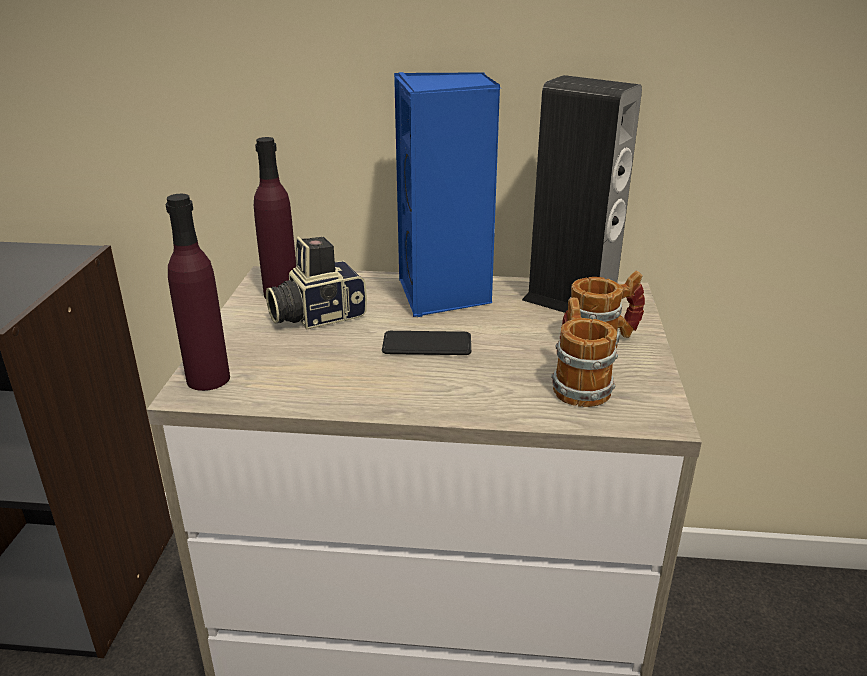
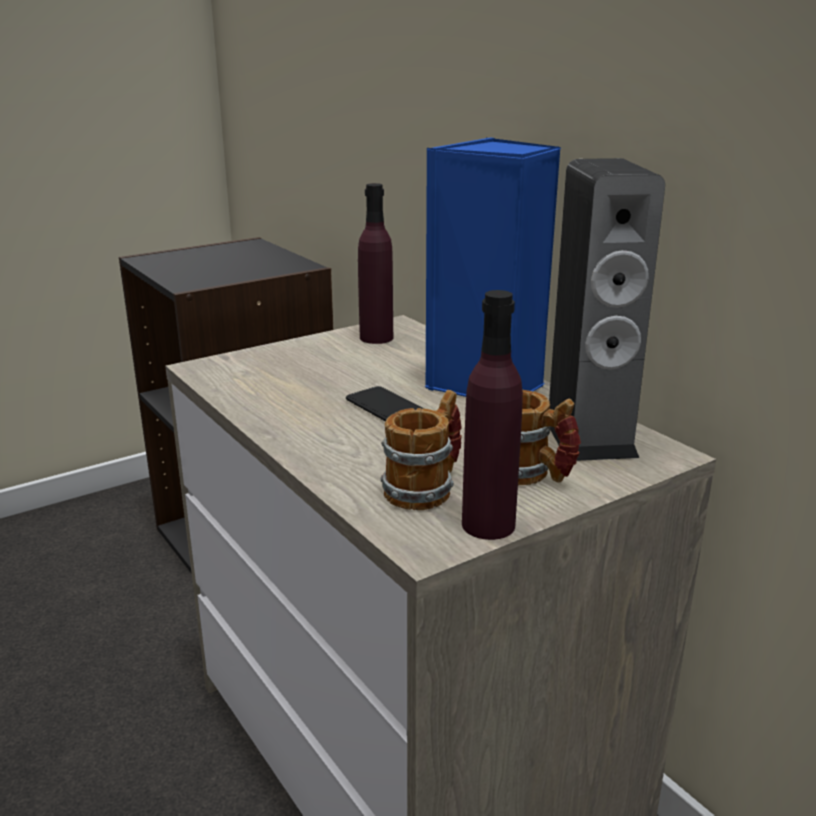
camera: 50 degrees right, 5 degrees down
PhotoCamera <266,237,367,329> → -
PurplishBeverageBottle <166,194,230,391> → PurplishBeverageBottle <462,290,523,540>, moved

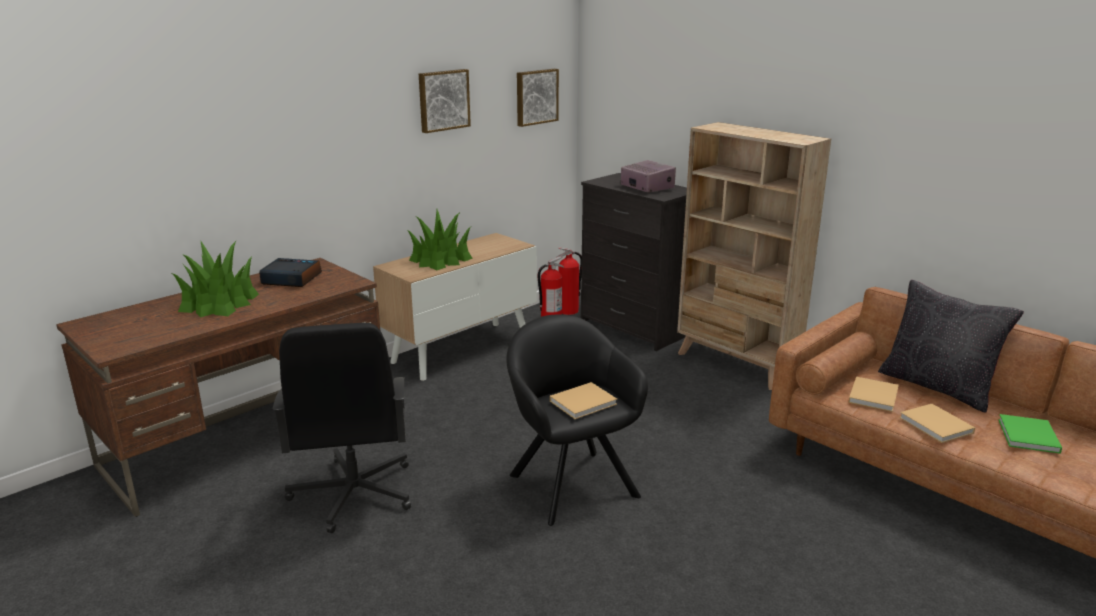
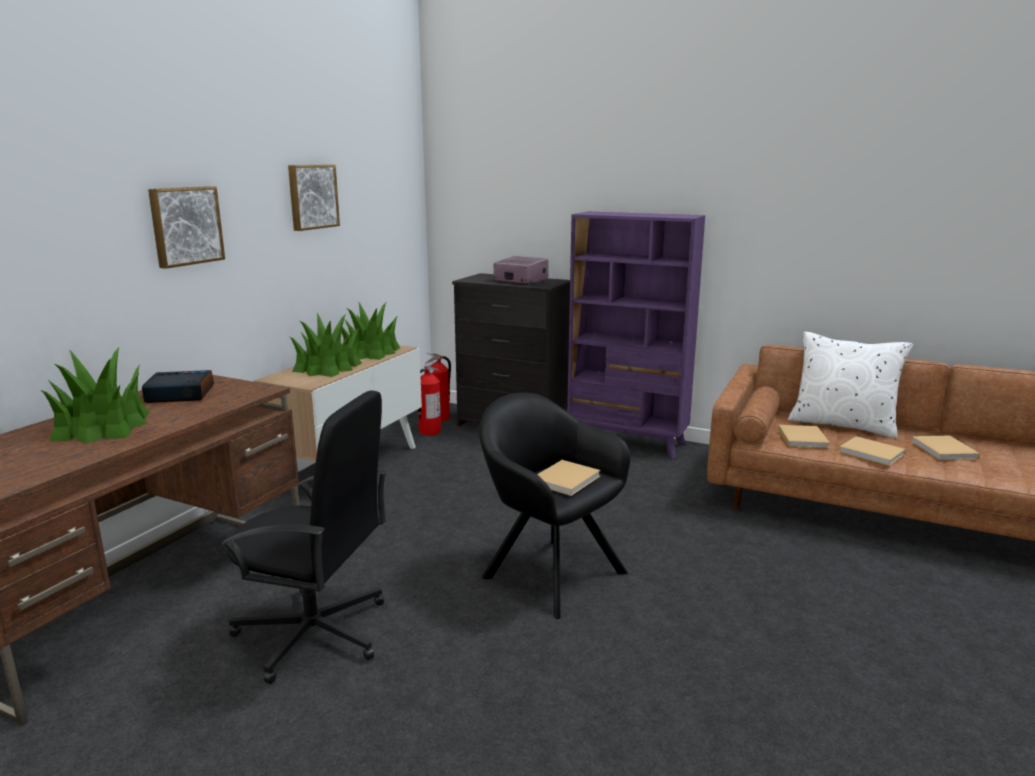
camera: 20 degrees left, 5 degrees down
- → Houseplant <342,302,400,360>
Picture <517,69,559,127> → Picture <148,186,225,269>, moved
BeigeColouredBookcase <677,122,831,390> → PurplishBookcase <567,212,705,459>
BlackColouredThrowPillow <878,280,1024,413> → WhiteThrowPillow <788,332,913,438>
GreenBoundBook <998,414,1062,454> → BeigeColouredBoundBook <911,435,980,460>
BlackColouredDeskChair <273,323,411,533> → BlackColouredDeskChair <221,391,387,684>, 45 degrees counterclockwise

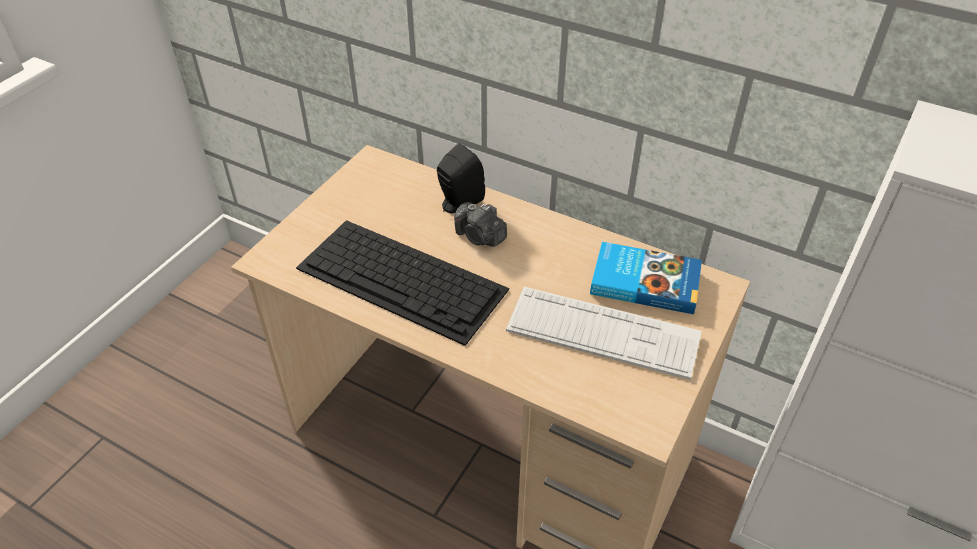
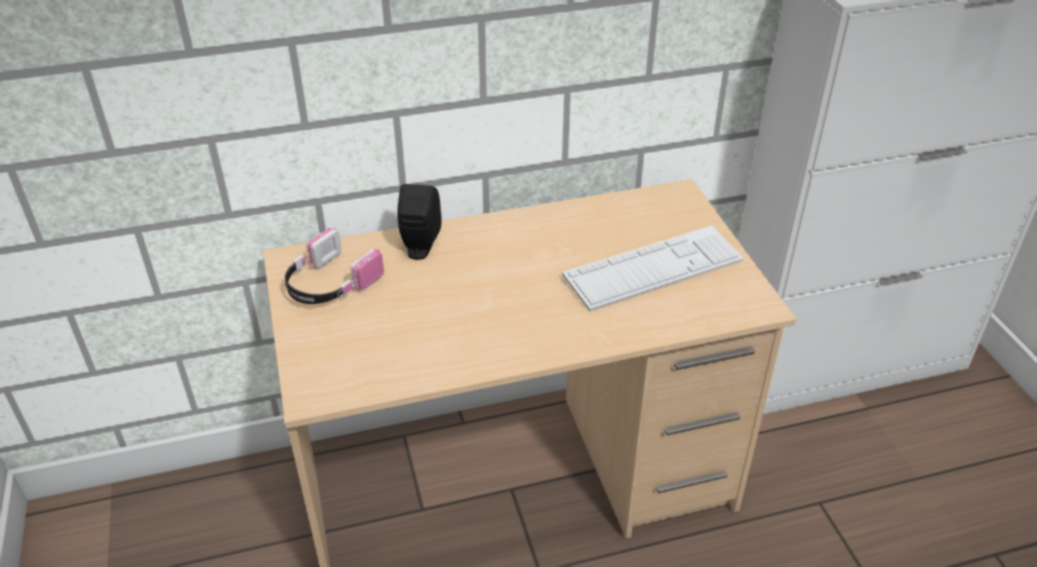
camera: 45 degrees left, 5 degrees down
ComputerKeyboard <296,220,509,346> → -
PhotoCamera <454,202,507,247> → -
BoundBook <590,242,702,314> → -
- → PairOfHeadphones <285,228,384,304>

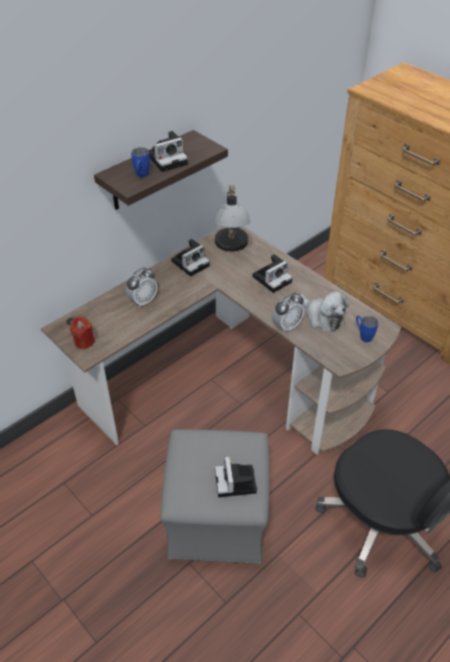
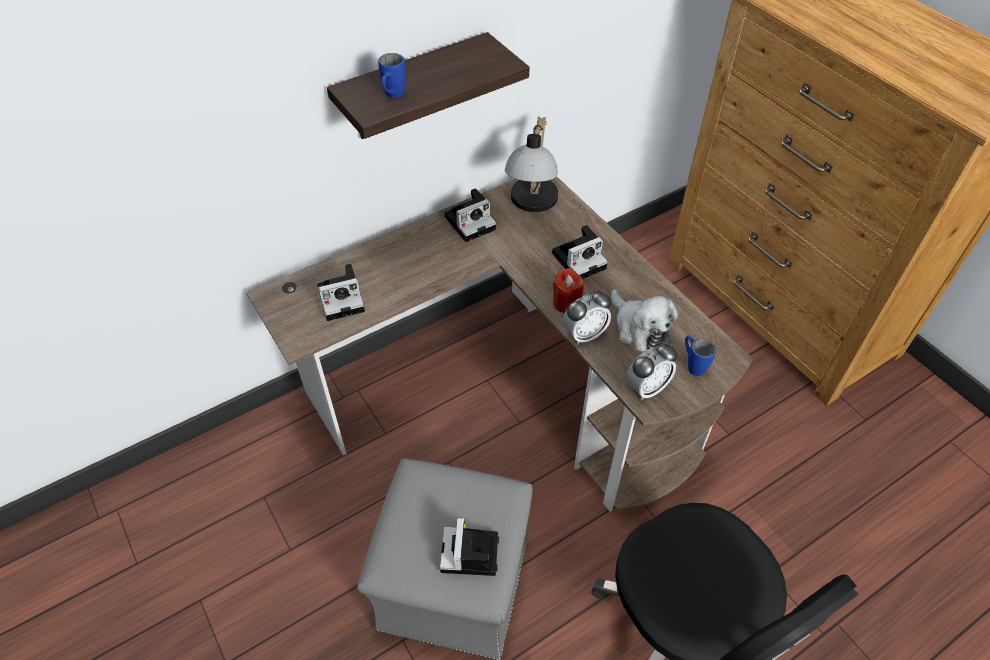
camera: 10 degrees right, 5 degrees up
RedColouredCandle <70,316,95,349> → RedColouredCandle <553,268,584,313>, moved
TableClock <126,267,157,308> → TableClock <626,344,677,400>, moved
PhotoCamera <149,131,188,172> → PhotoCamera <317,263,365,321>, moved

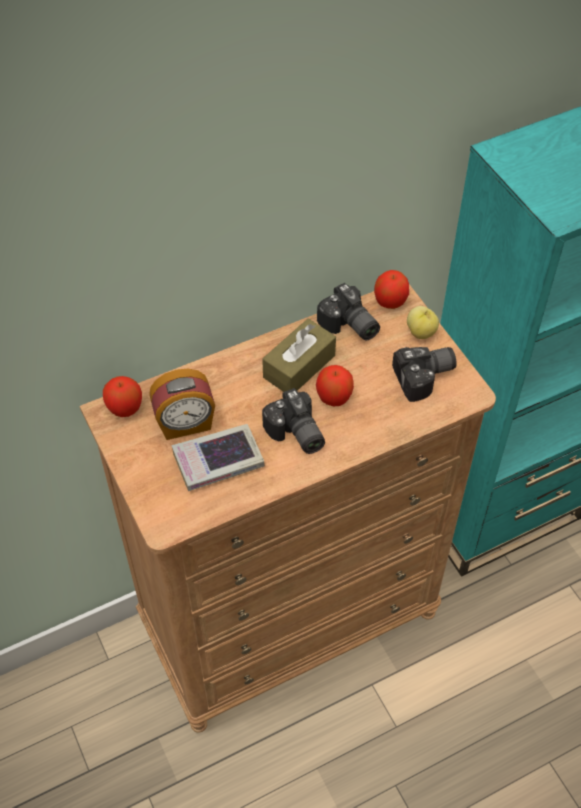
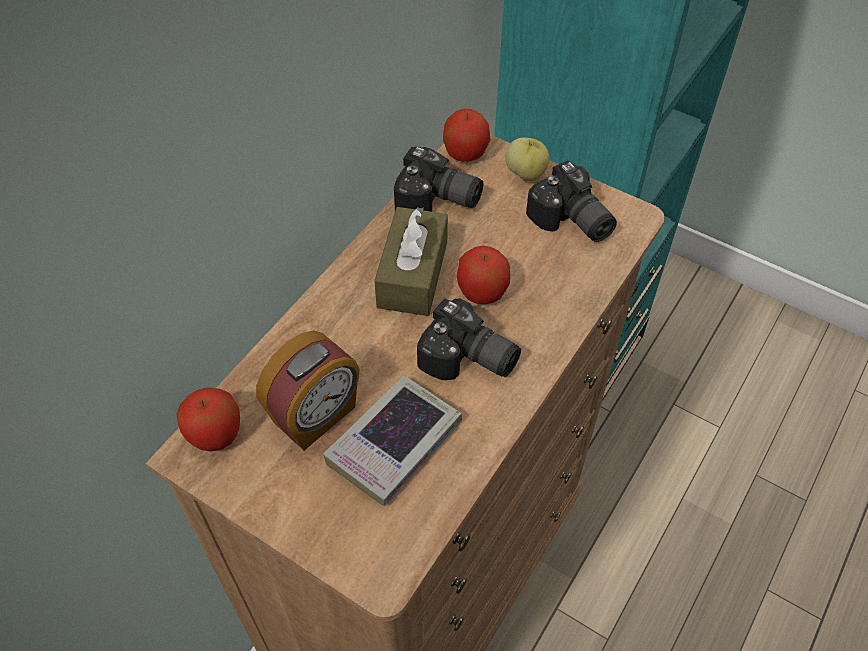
camera: 30 degrees left, 0 degrees up
PhotoCamera <392,347,457,402> → PhotoCamera <526,161,617,242>, 105 degrees clockwise

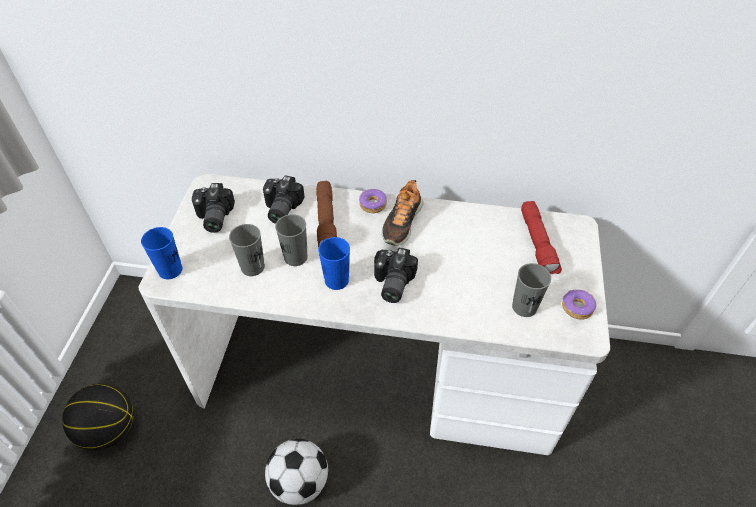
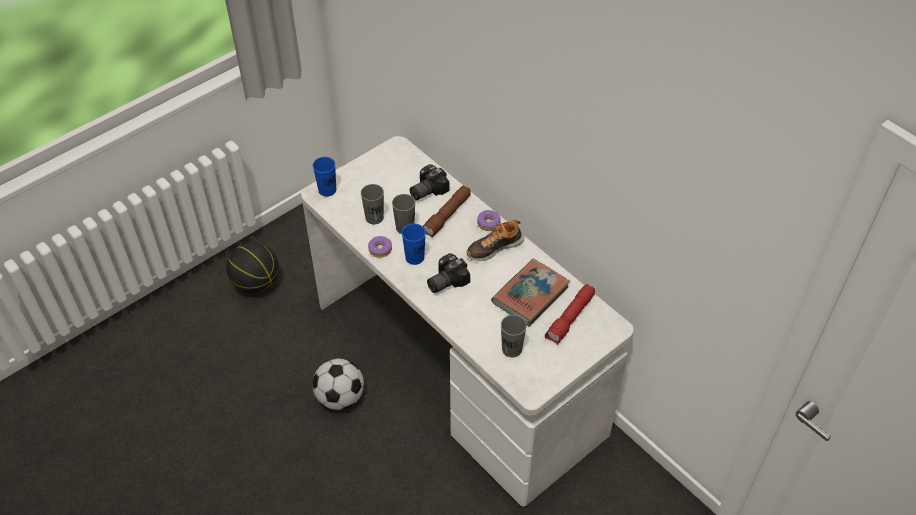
camera: 40 degrees right, 0 degrees up
PhotoCamera <192,183,235,233> → -
- → BoundBook <491,259,570,327>
Doughnut <562,289,596,320> → Doughnut <368,236,392,258>, moved

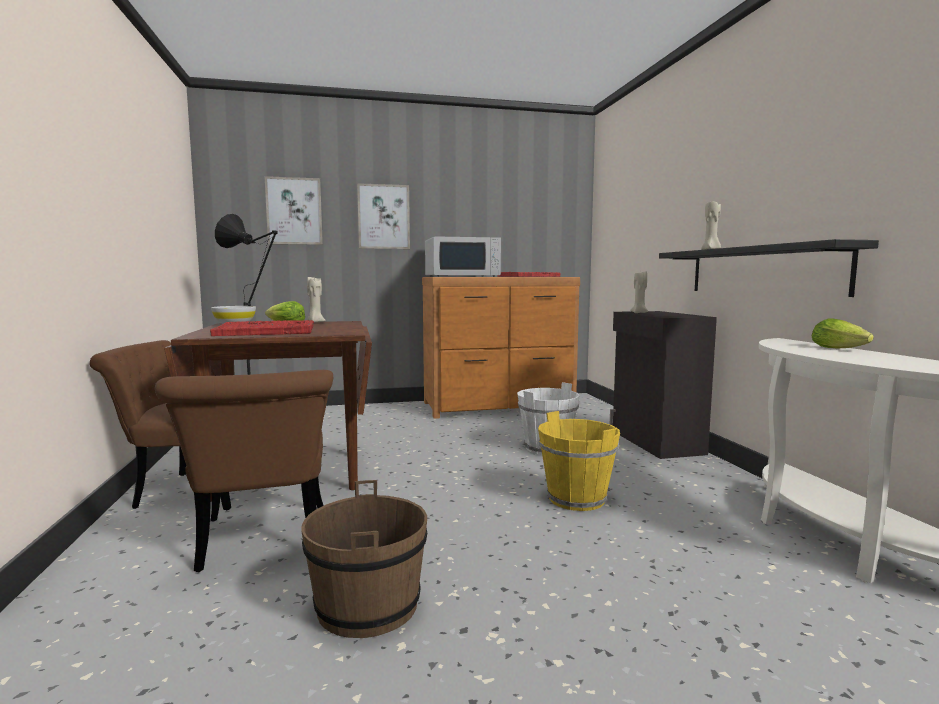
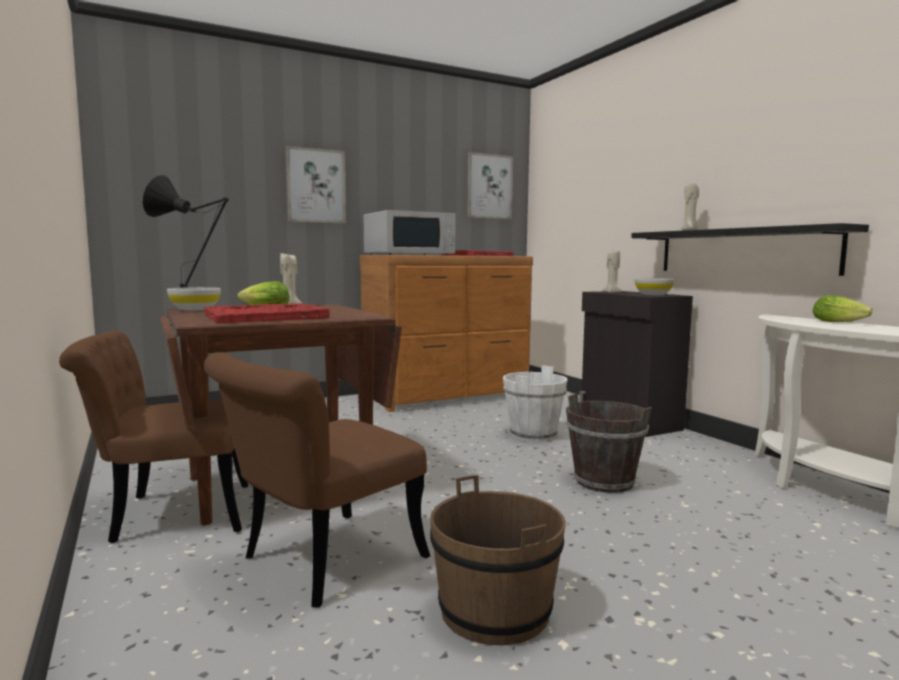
camera: 15 degrees left, 0 degrees up
- → WhiteServingBowl <635,278,675,295>
Picture <265,176,323,245> → Picture <467,152,513,219>, moved
YellowishPail <538,411,620,511> → BrownishPail <566,394,652,493>
BrownishPlainChair <155,370,333,572> → BrownishPlainChair <204,352,430,608>, 75 degrees clockwise

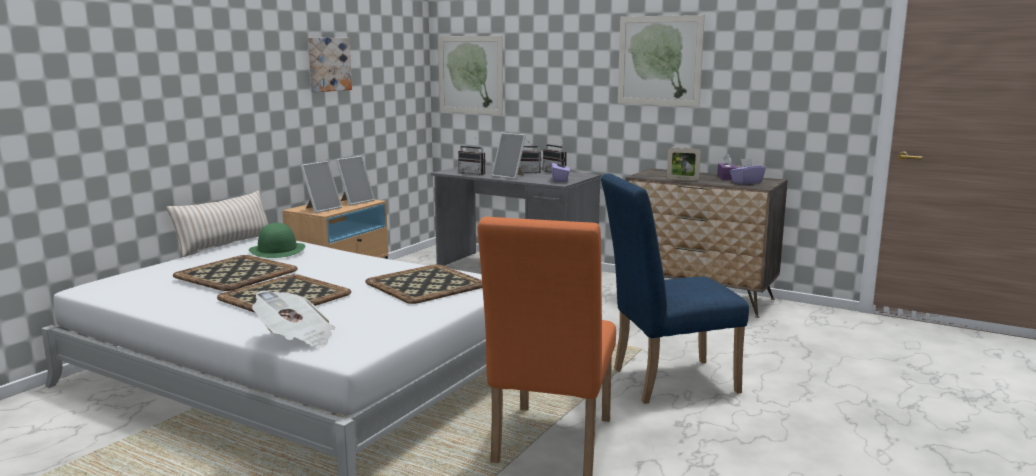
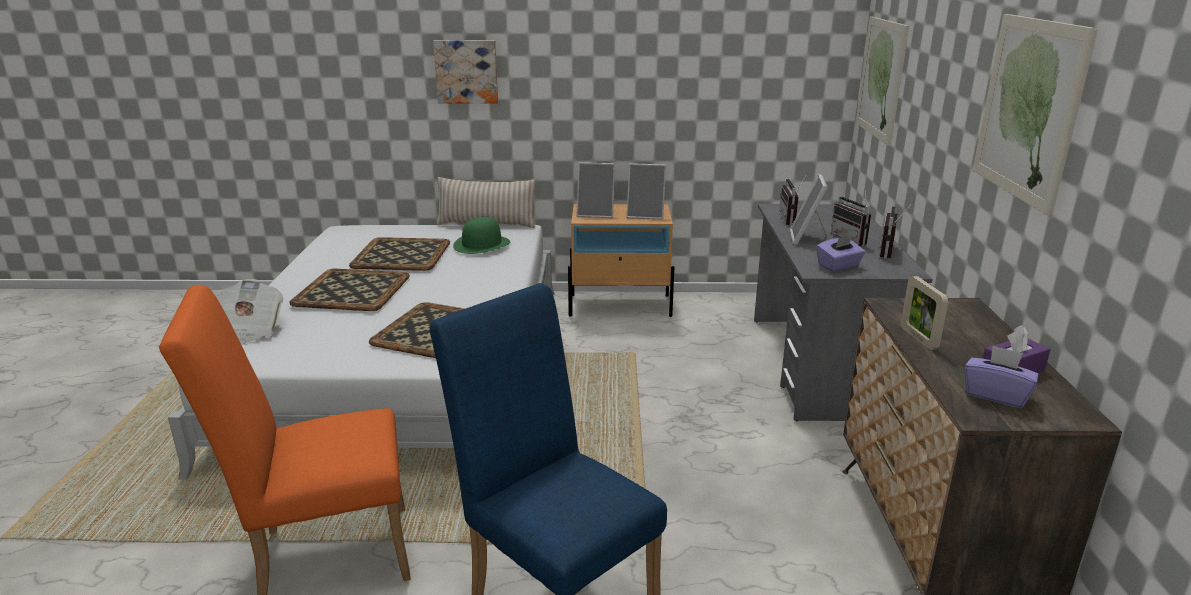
camera: 60 degrees right, 10 degrees up
Picture <308,38,352,92> → Picture <433,40,498,104>, moved

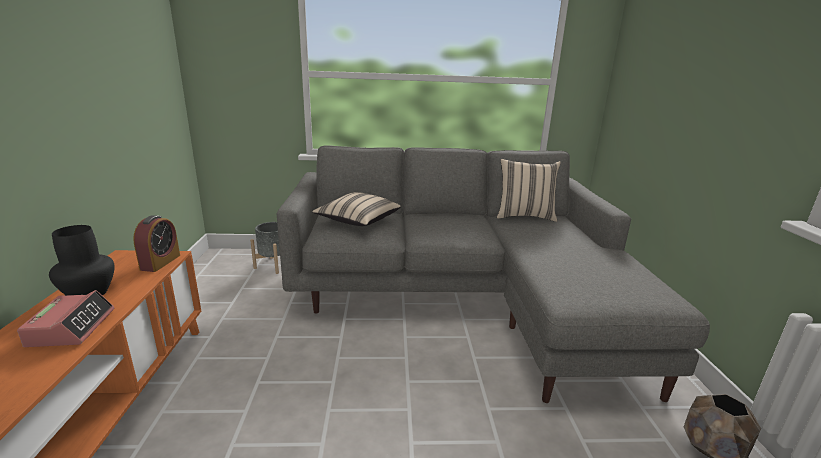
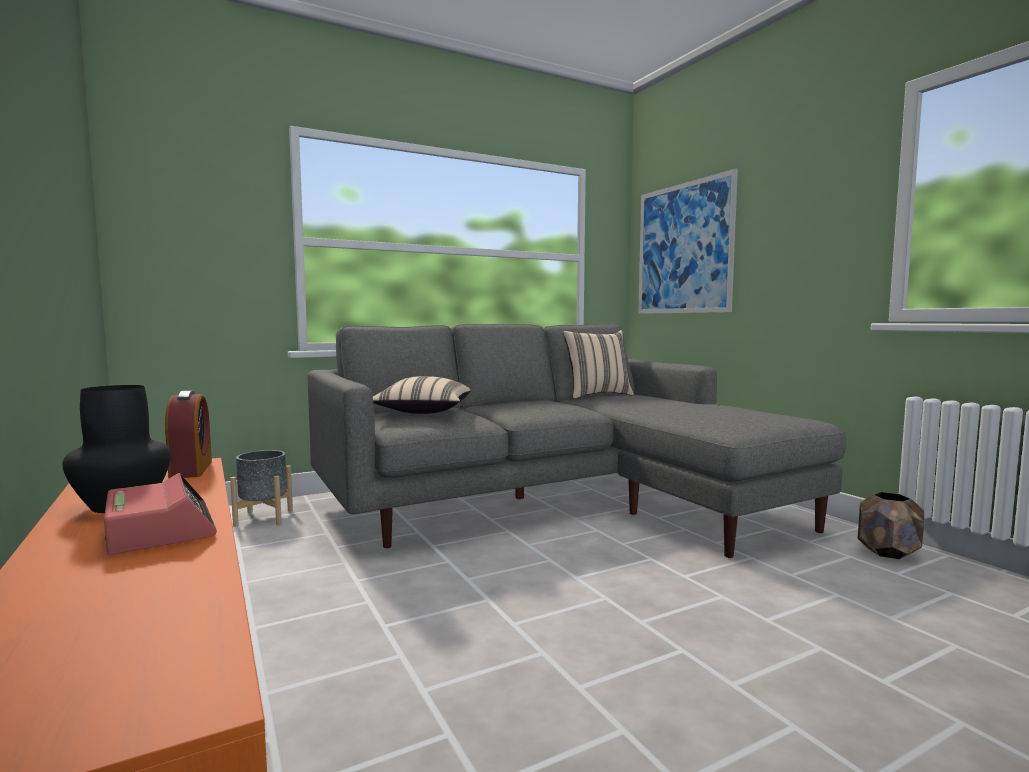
camera: 25 degrees left, 15 degrees down
- → Picture <638,169,738,314>

